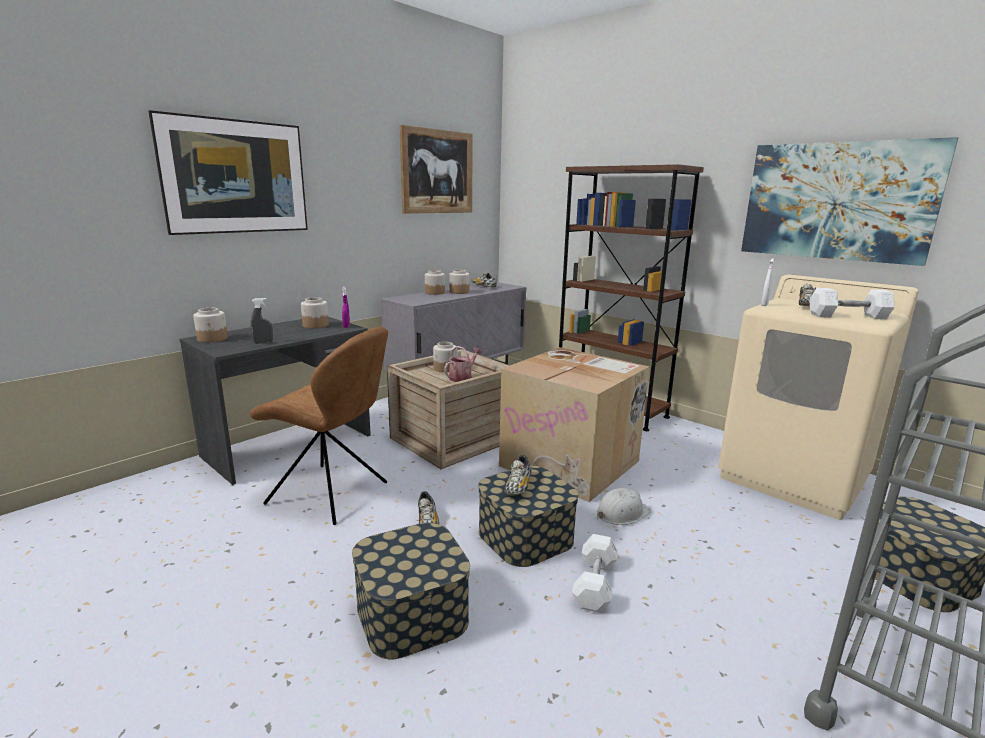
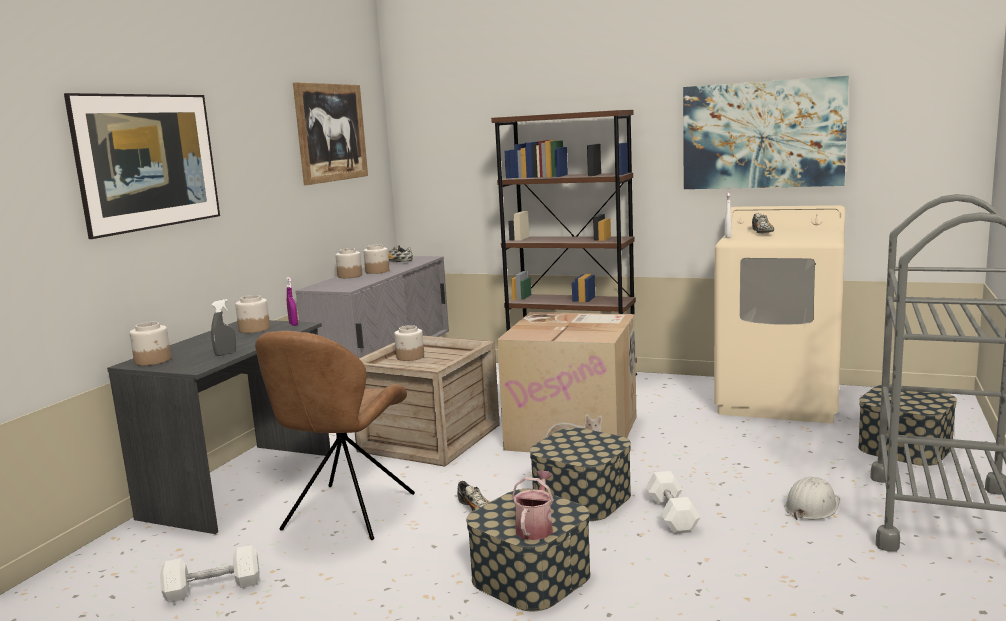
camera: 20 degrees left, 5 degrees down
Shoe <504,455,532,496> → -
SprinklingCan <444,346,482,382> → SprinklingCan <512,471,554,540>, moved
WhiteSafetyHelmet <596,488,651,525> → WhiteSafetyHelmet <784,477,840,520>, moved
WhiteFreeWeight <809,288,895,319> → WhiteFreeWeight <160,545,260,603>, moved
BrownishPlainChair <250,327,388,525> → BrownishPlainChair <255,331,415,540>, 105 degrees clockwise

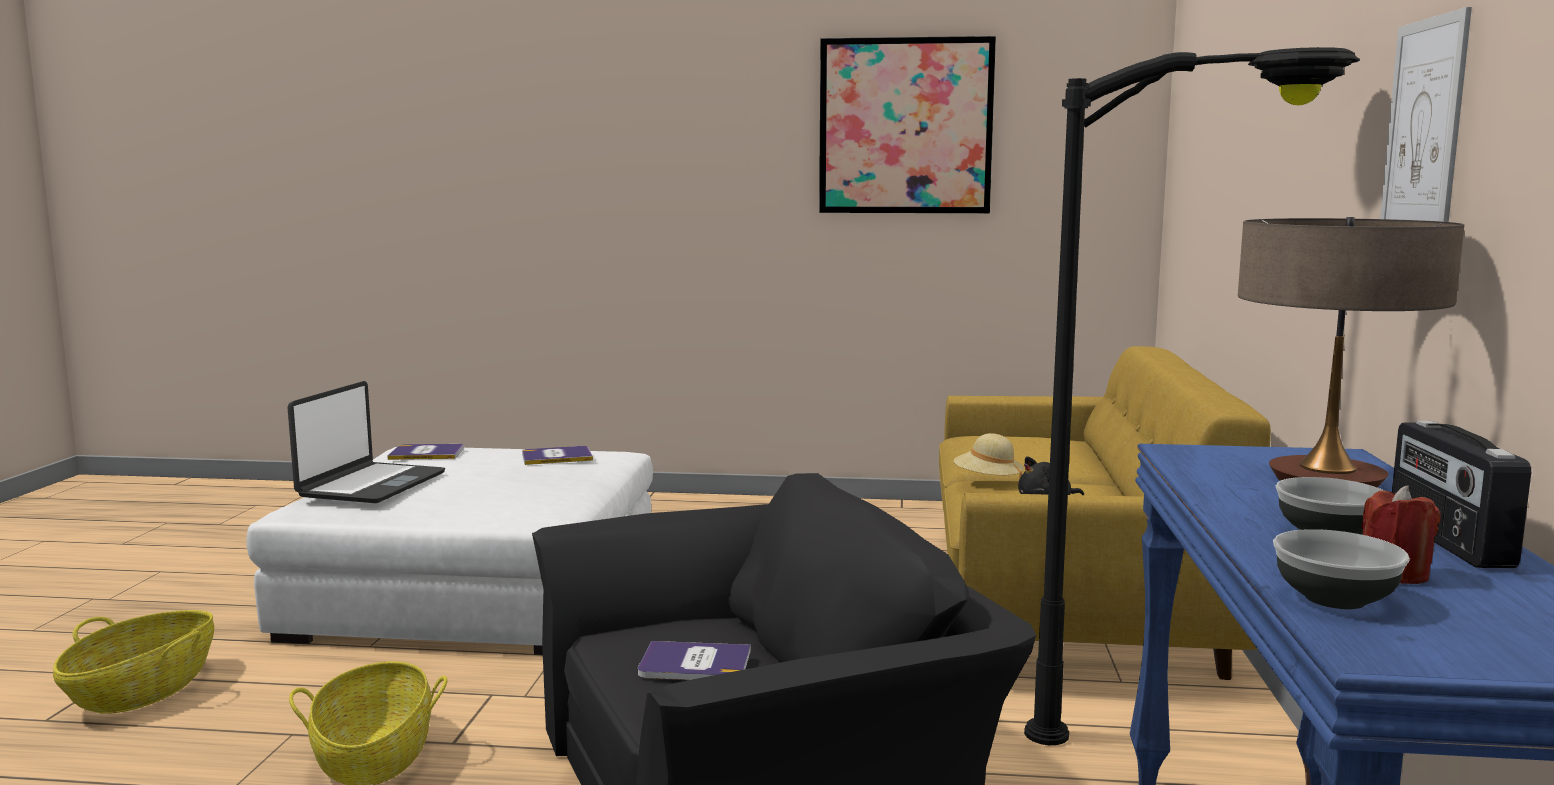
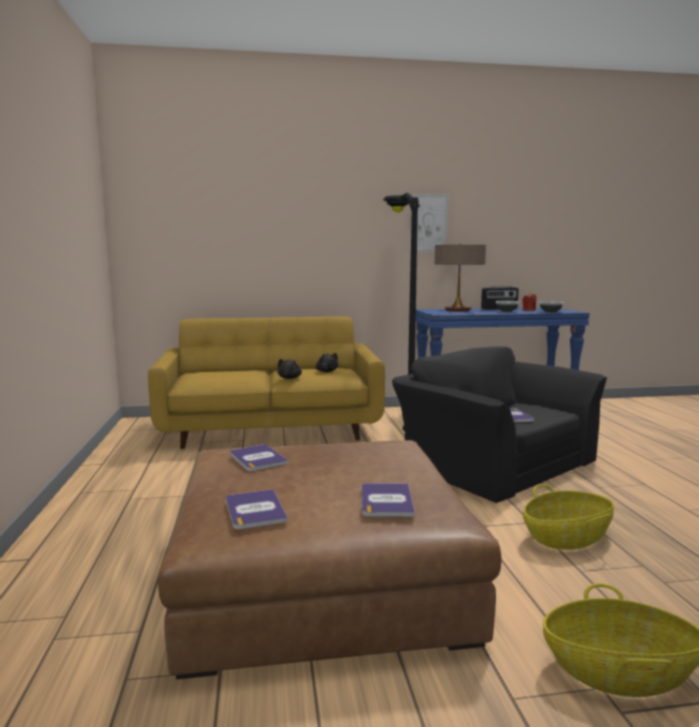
camera: 105 degrees left, 0 degrees up
Picture <819,36,996,213> → -
NotebookComputer <288,381,445,503> → BoundBook <362,483,415,517>
BeigeColouredClothingHat <954,433,1024,479> → BlackColouredSoftToy <278,359,302,379>
WhiteFootrest <246,447,653,655> → BrownishFootrest <158,440,501,679>

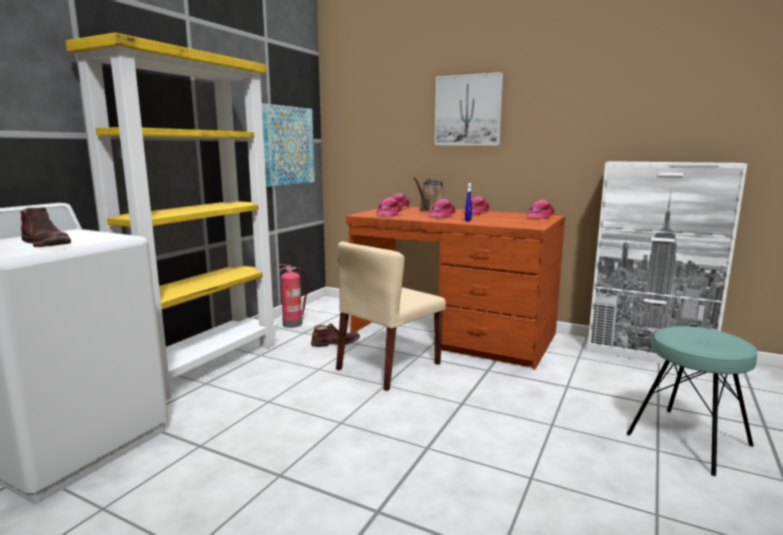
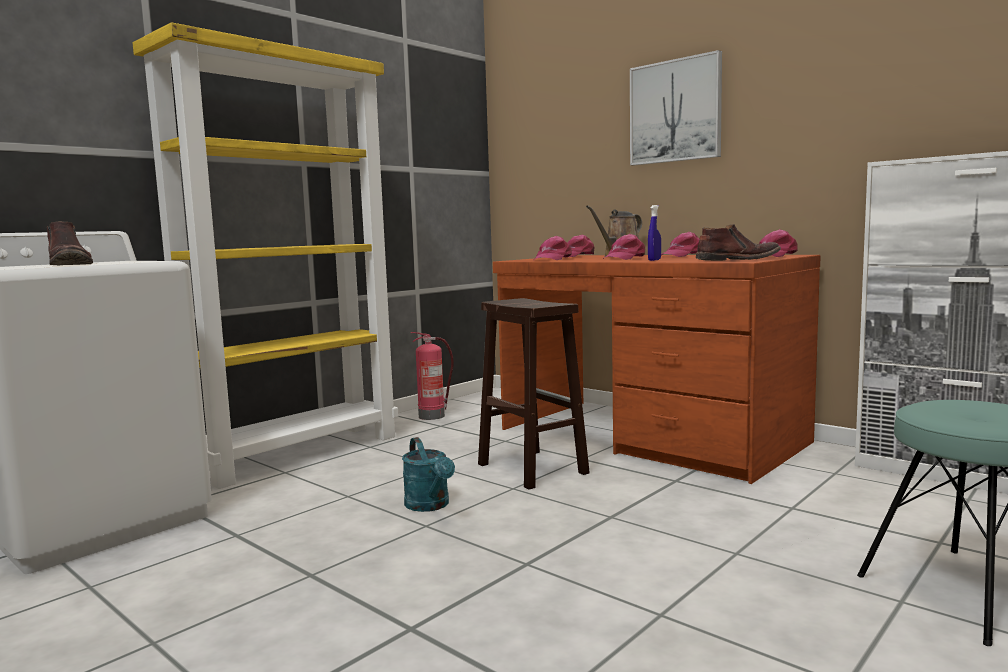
camera: 15 degrees right, 5 degrees down
Picture <262,103,315,187> → -
- → TurquoiseColouredSprinklingCan <402,437,455,512>
BrownishTallBoot <311,323,360,347> → BrownishTallBoot <695,224,781,261>, moved
BeigeColouredPlainChair <336,242,446,391> → BrownishStool <478,298,590,490>

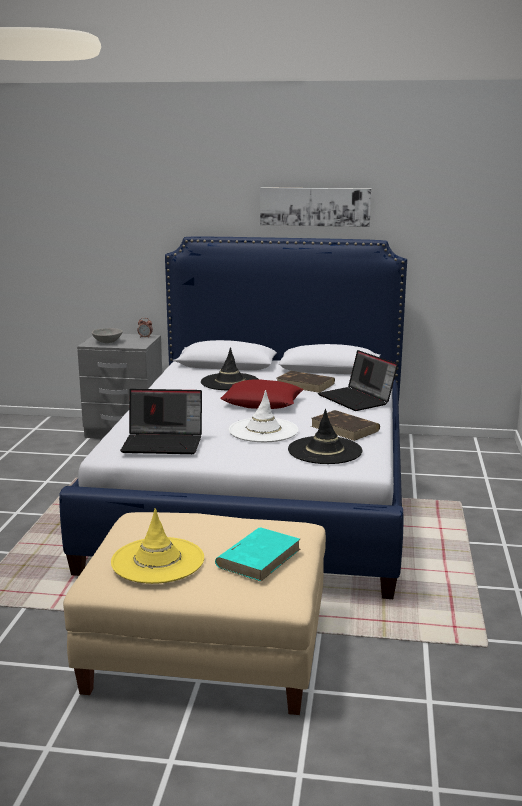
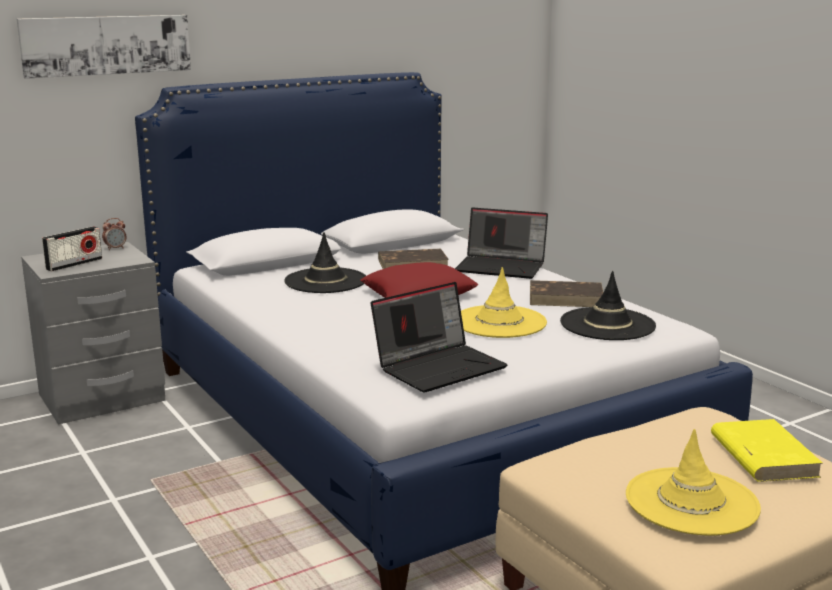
camera: 40 degrees left, 0 degrees up
Picture <260,187,371,227> → Picture <17,15,191,79>, moved
GreyishServingBowl <92,328,123,343> → RadioReceiver <42,226,102,271>
TurquoiseColouredBoundBook <215,527,300,581> → YellowishBoundBook <711,419,823,482>
WhiteClothingHat <229,390,298,442> → YellowishClothingHat <461,267,547,338>

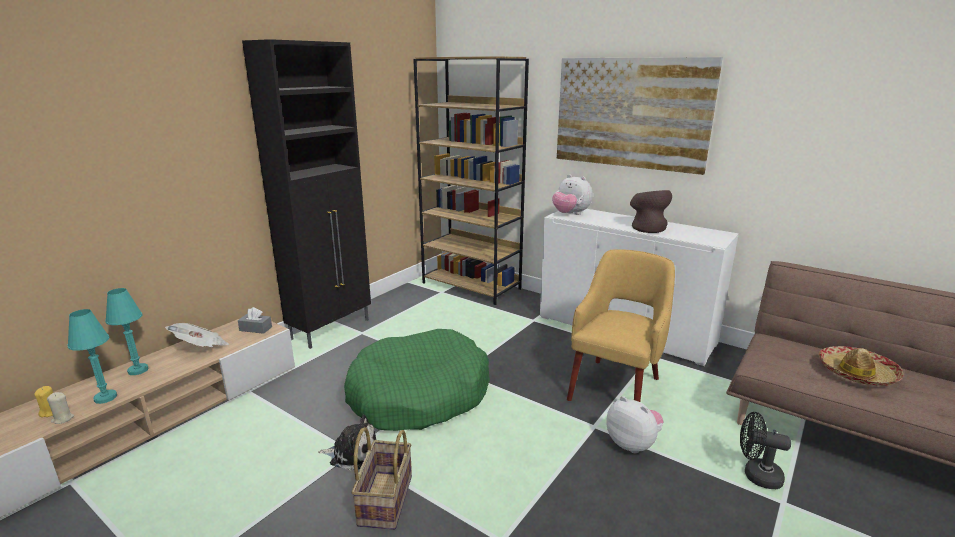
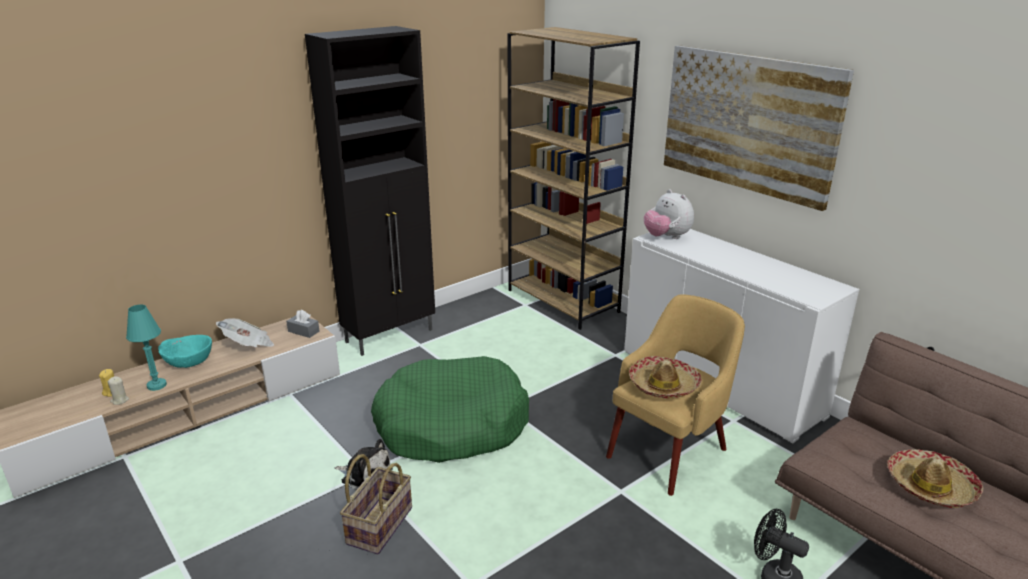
camera: 15 degrees right, 5 degrees up
SoftToy <606,396,664,454> → -
BrownishFlowerVase <630,190,672,233> → -
- → ClothingHat <629,356,702,399>
TurquoiseColouredLampForATable <105,288,148,375> → TurquoiseColouredServingBowl <158,335,212,368>

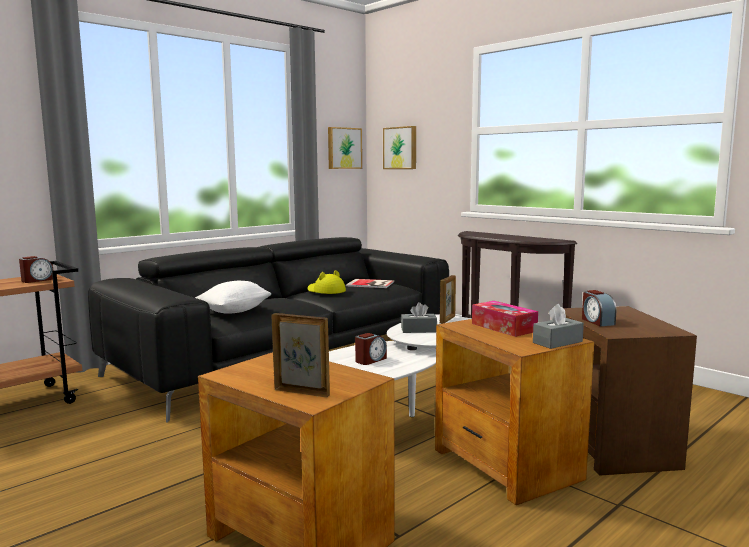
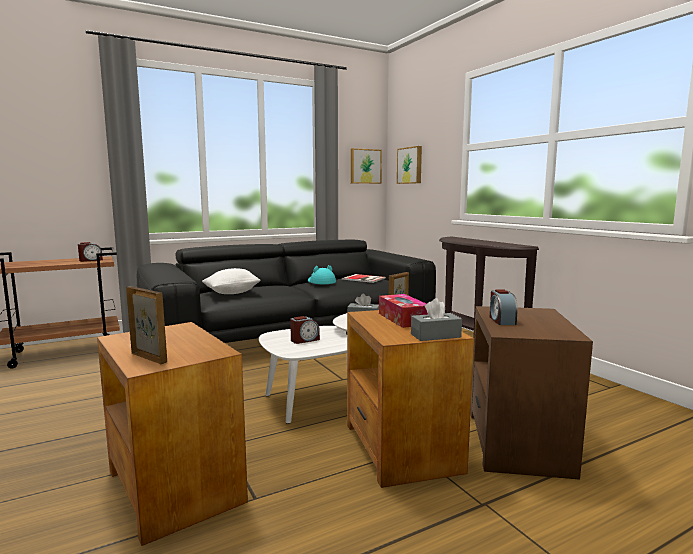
camera: 15 degrees right, 0 degrees up
YellowishClothingHat <307,270,346,294> → TurquoiseColouredClothingHat <308,265,336,284>

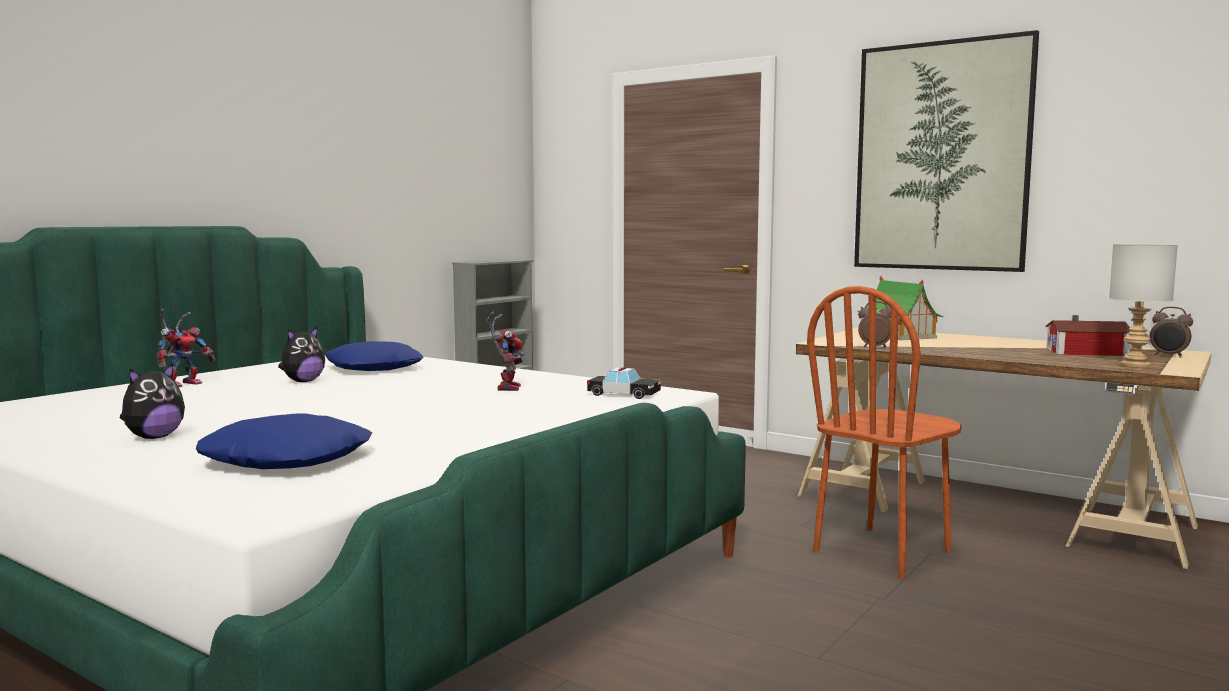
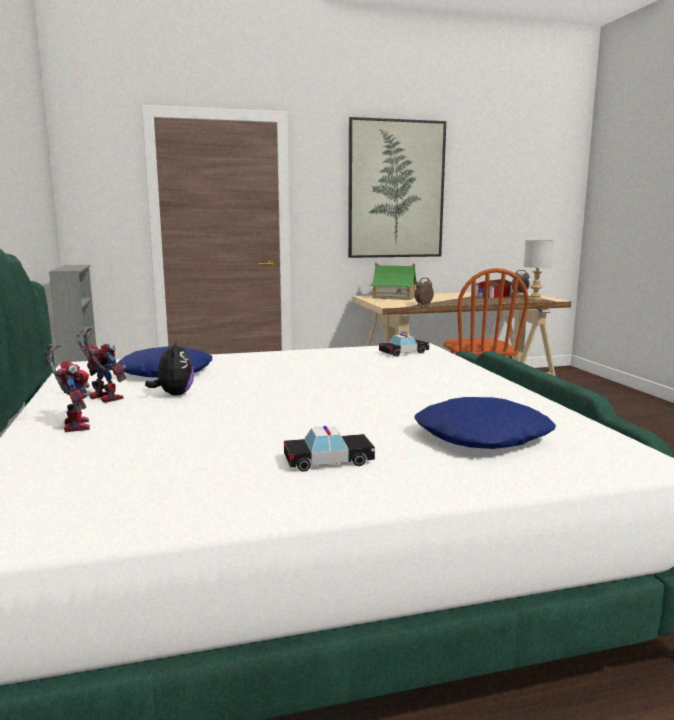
camera: 50 degrees left, 5 degrees up
RobotFigure <487,311,524,391> → RobotFigure <76,327,126,403>, moved
SoftToy <120,363,185,439> → ToyCar <284,426,375,472>

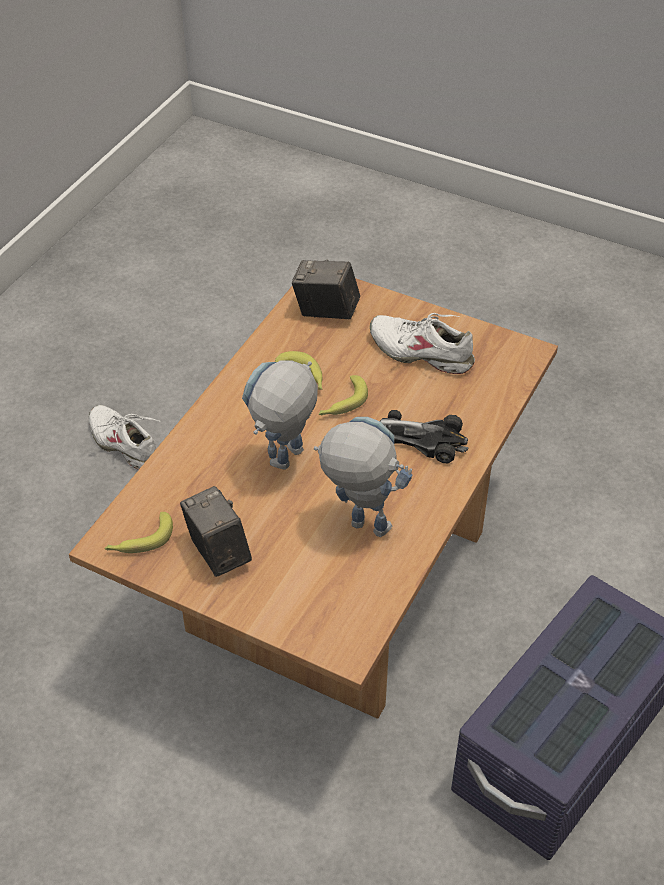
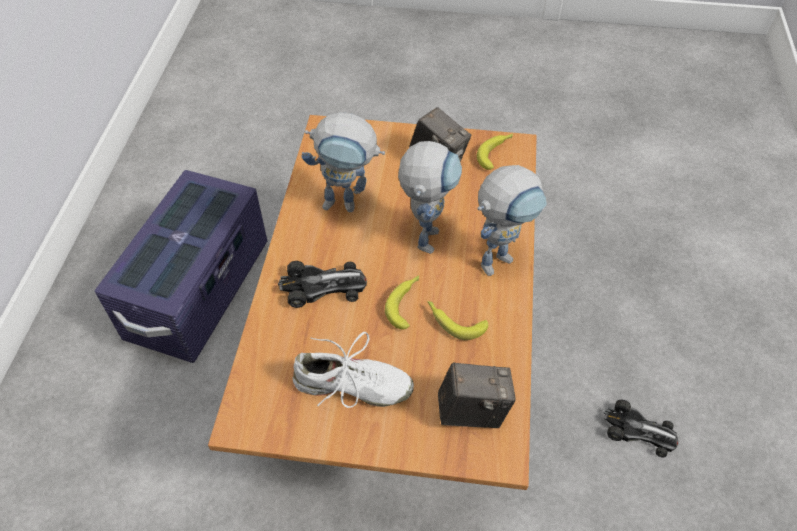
camera: 160 degrees right, 5 degrees up
- → RobotFigure <478,165,547,276>
WhiteShoe <89,405,161,470> → ToyCar <603,400,678,458>

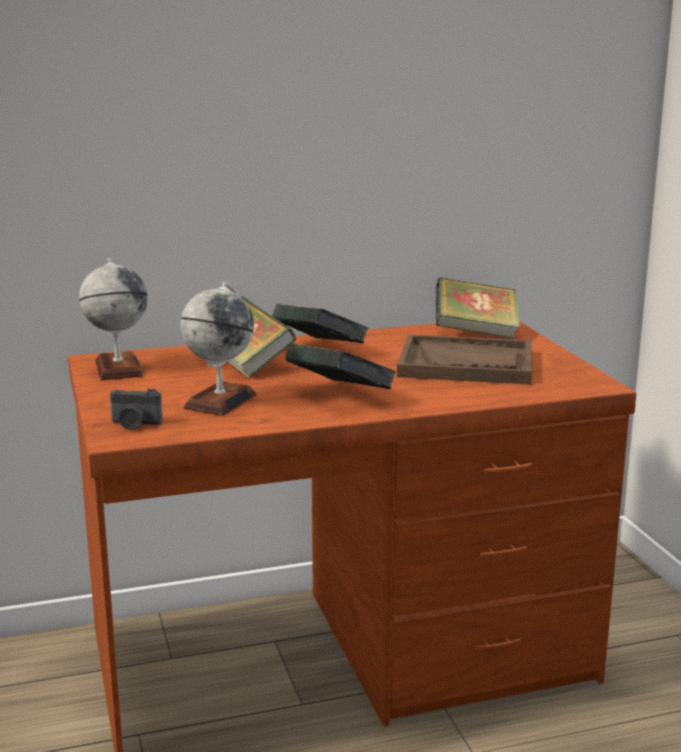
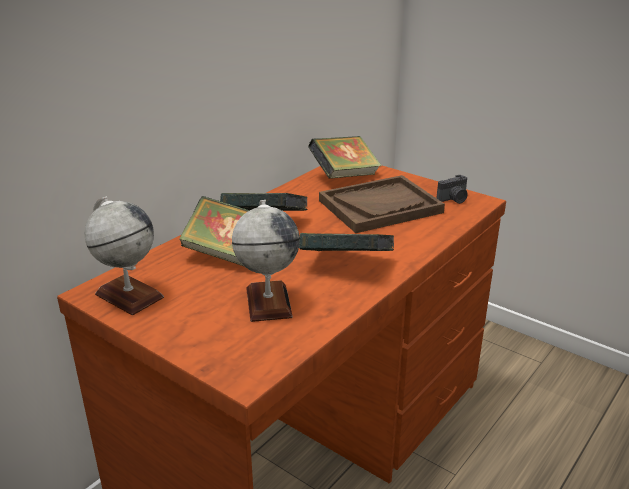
camera: 35 degrees left, 10 degrees up
PhotoCamera <110,389,163,430> → PhotoCamera <437,174,468,204>, moved

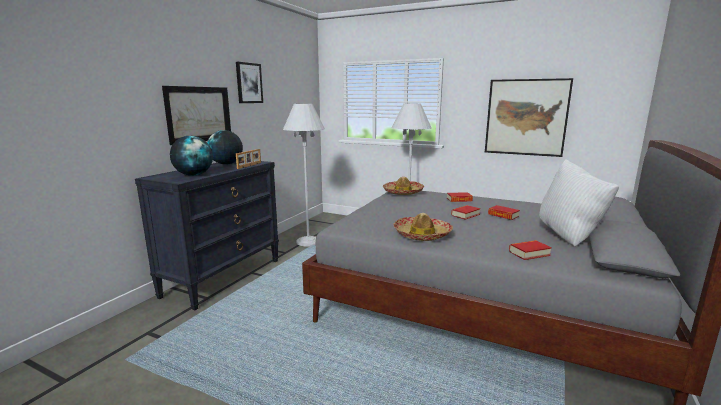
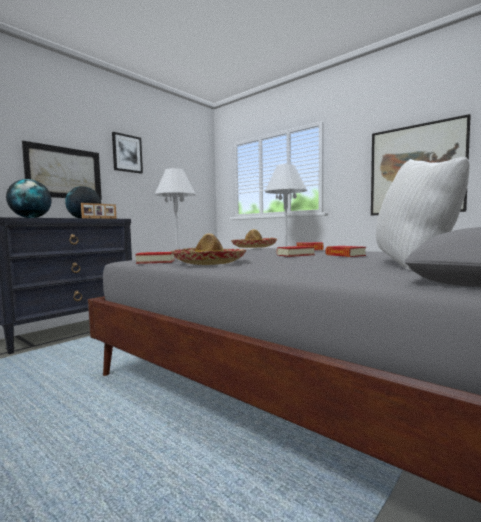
camera: 15 degrees right, 10 degrees down
BoundBook <509,240,552,260> → BoundBook <136,252,174,264>, moved

